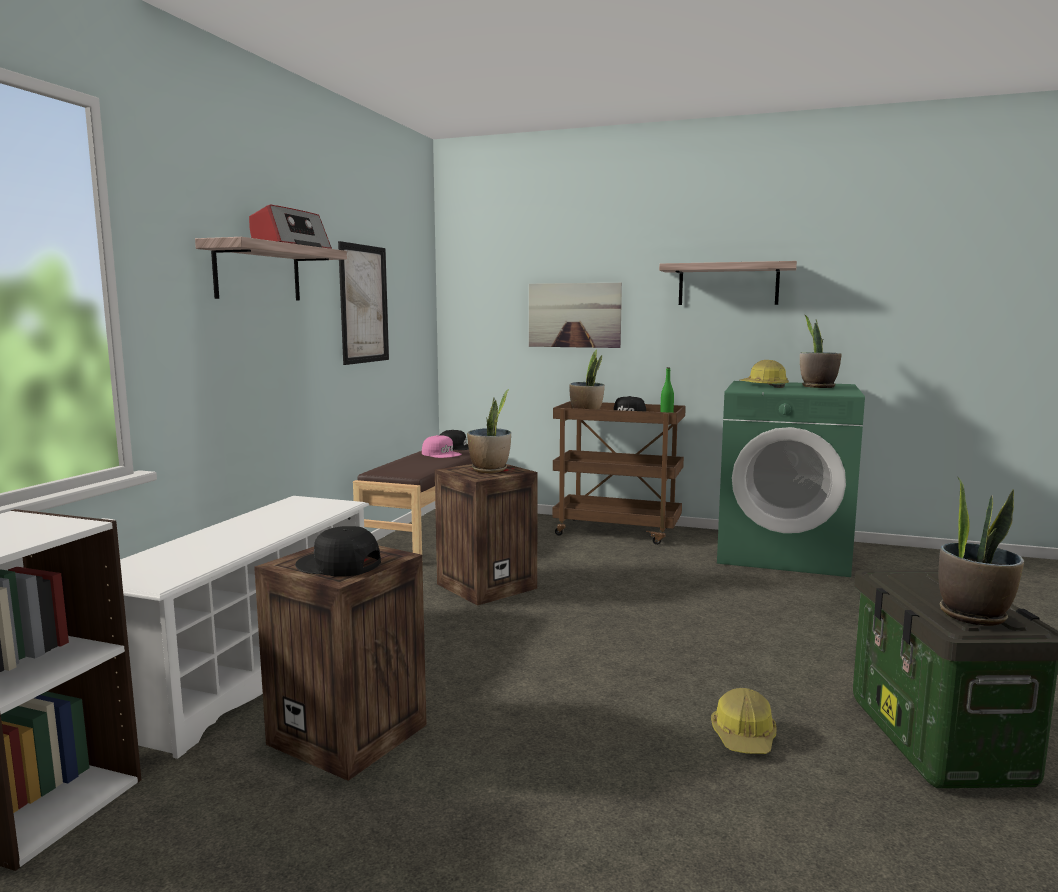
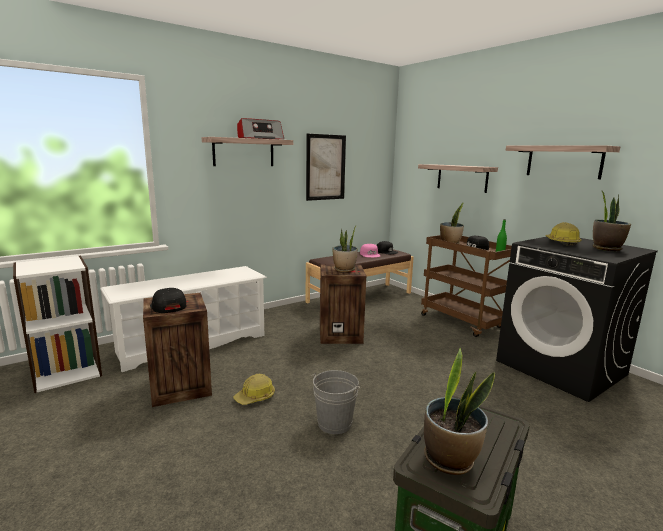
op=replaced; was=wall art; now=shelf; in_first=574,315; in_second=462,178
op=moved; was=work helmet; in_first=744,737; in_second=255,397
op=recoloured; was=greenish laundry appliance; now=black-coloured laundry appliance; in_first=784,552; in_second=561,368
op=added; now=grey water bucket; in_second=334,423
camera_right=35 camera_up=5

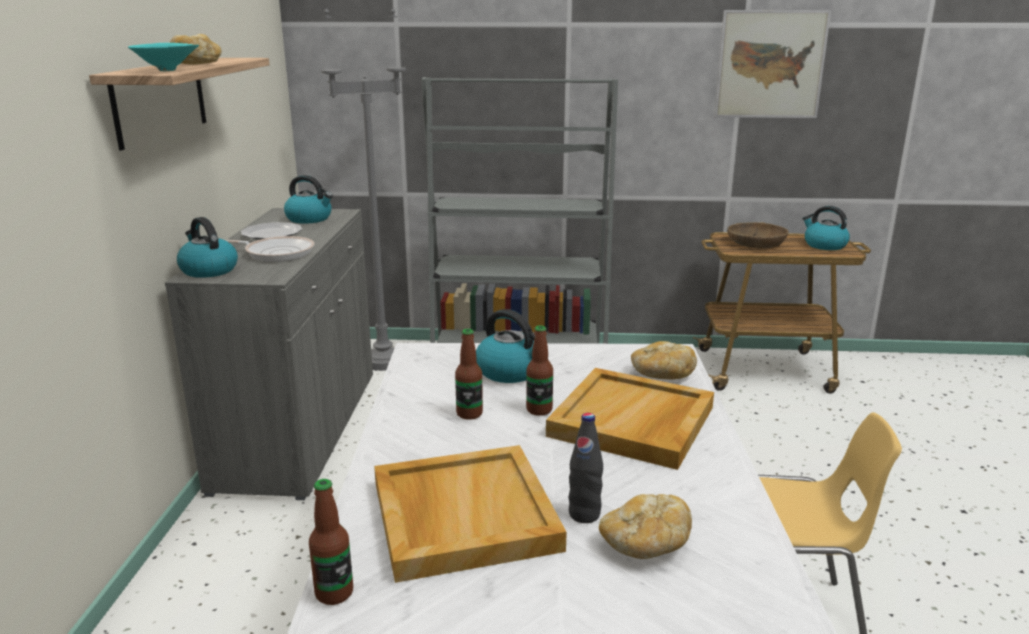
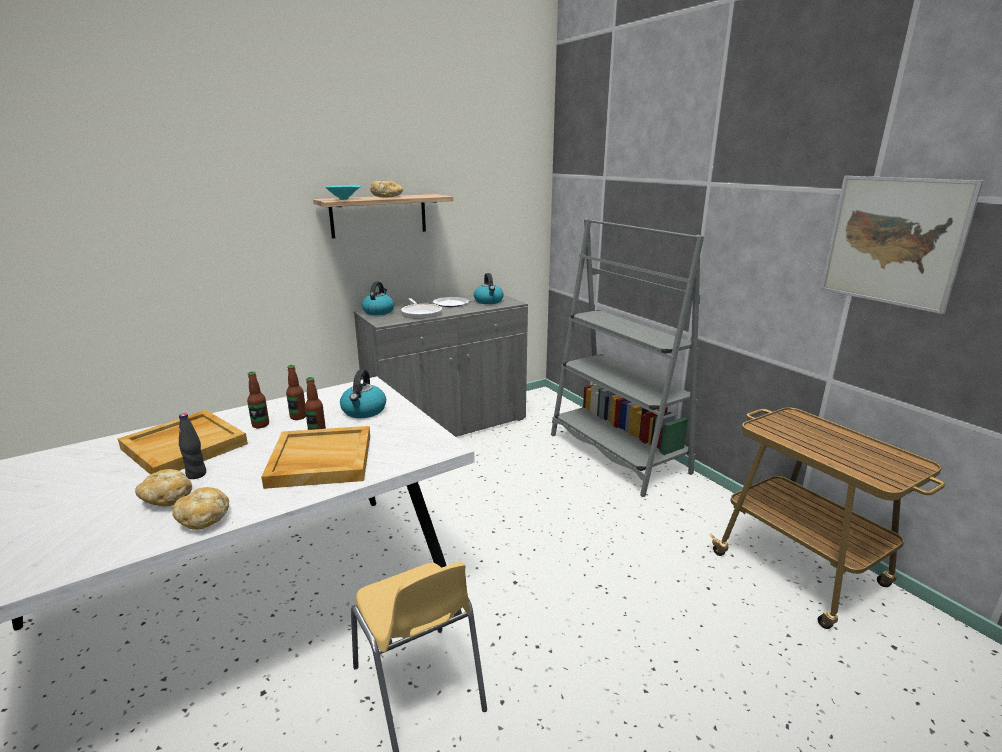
op=moved; was=bottle; in_first=334,593; in_second=260,425
op=removed; was=grey floor lamp; in_first=384,361
op=moved; was=baked bread; in_first=661,375; in_second=204,518
op=removed; was=brown bowl; in_first=755,243
op=removed; was=tea kettle; in_first=824,245
camera_right=55 camera_up=0

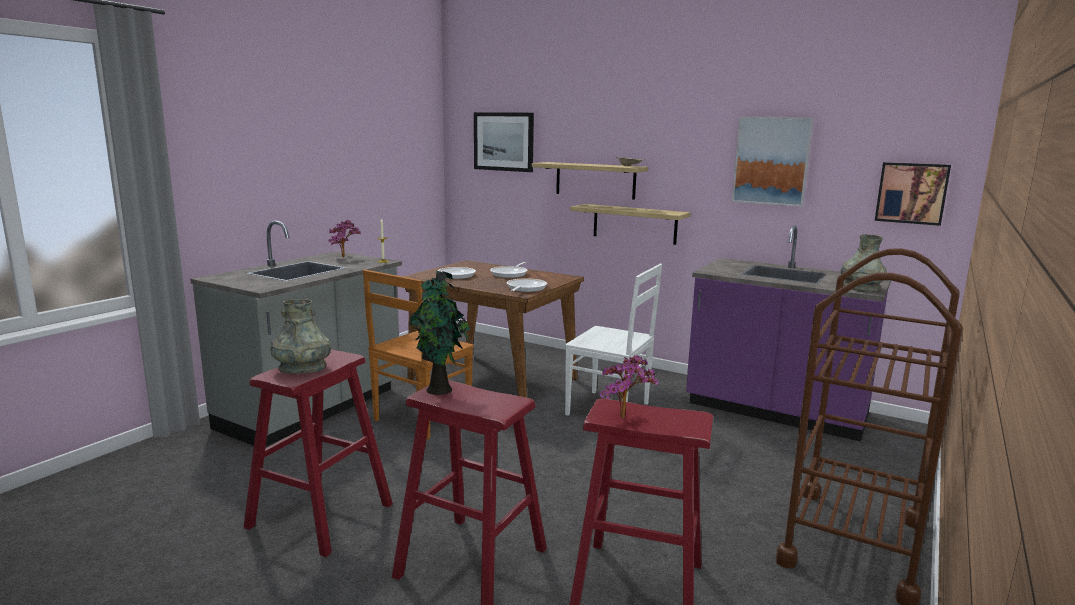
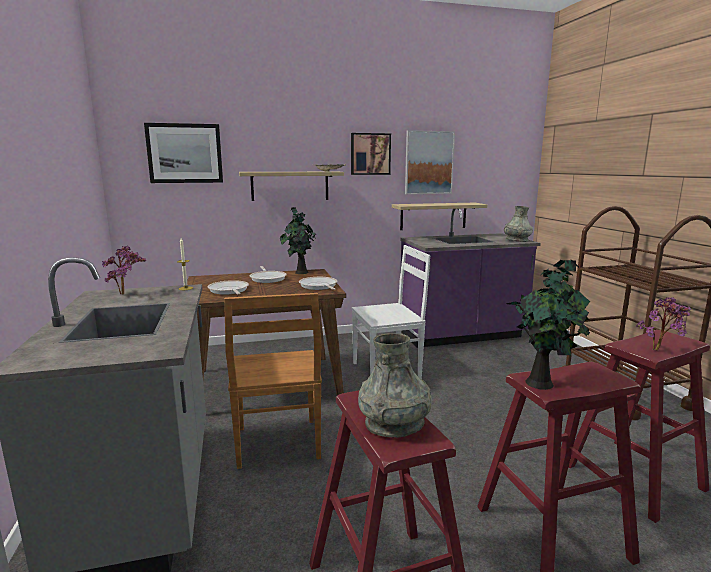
op=moved; was=shelf; in_first=634,224; in_second=433,216
op=moved; was=wall art; in_first=911,193; in_second=370,154
op=added; now=plant in a pot; in_second=300,272
camera_right=-45 camera_up=0

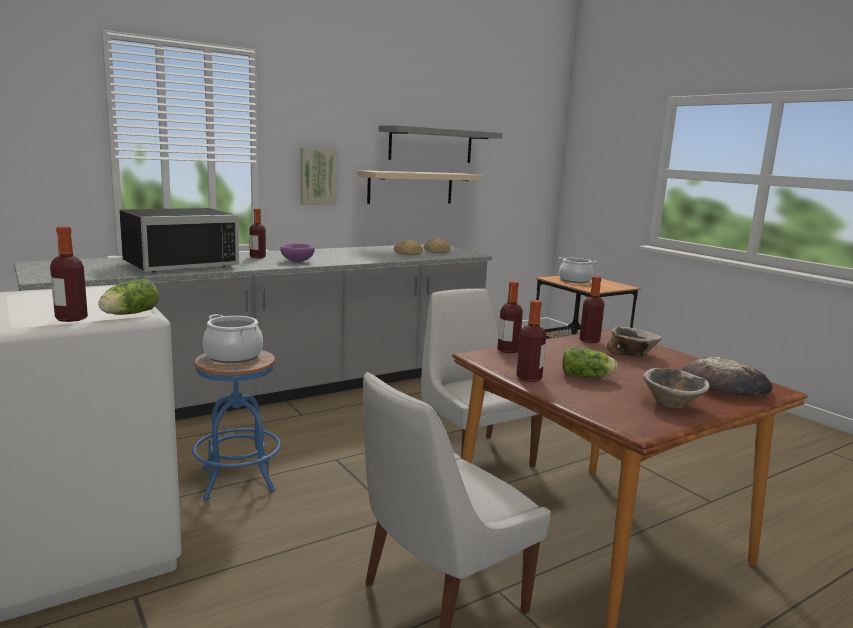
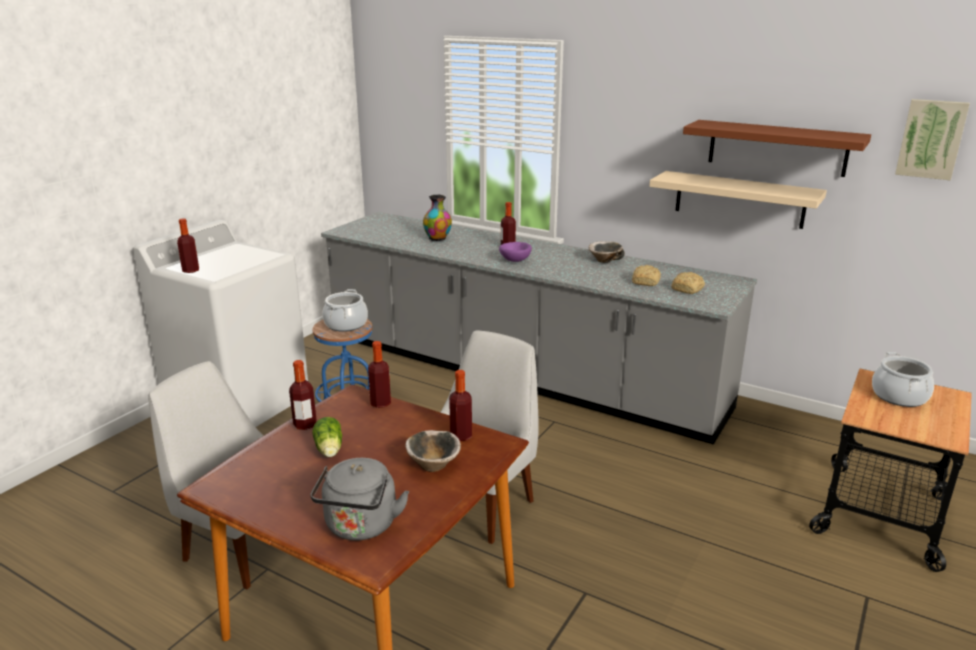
op=removed; was=lettuce head; in_first=128,314
op=replaced; was=black-coloured microwave; now=vase; in_first=179,264; in_second=438,239
op=moved; was=wall art; in_first=317,176; in_second=931,139
op=recoloured; was=grey shelf; now=brown shelf; in_first=431,145; in_second=777,148
op=moved; was=bowl; in_first=671,404; in_second=605,260
op=replaced; was=baked bread; now=grey tea kettle; in_first=724,386; in_second=360,527
camera_right=65 camera_up=10

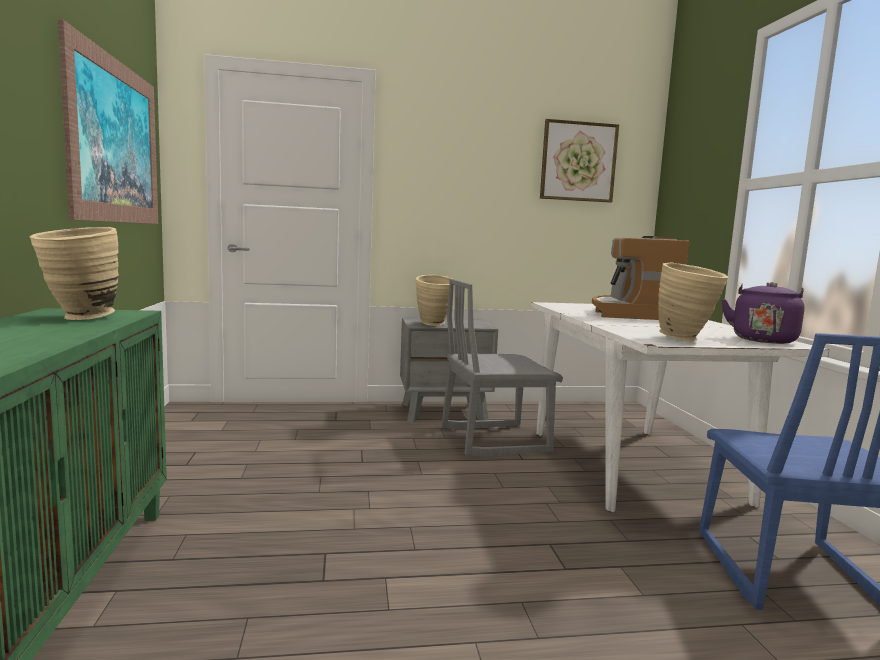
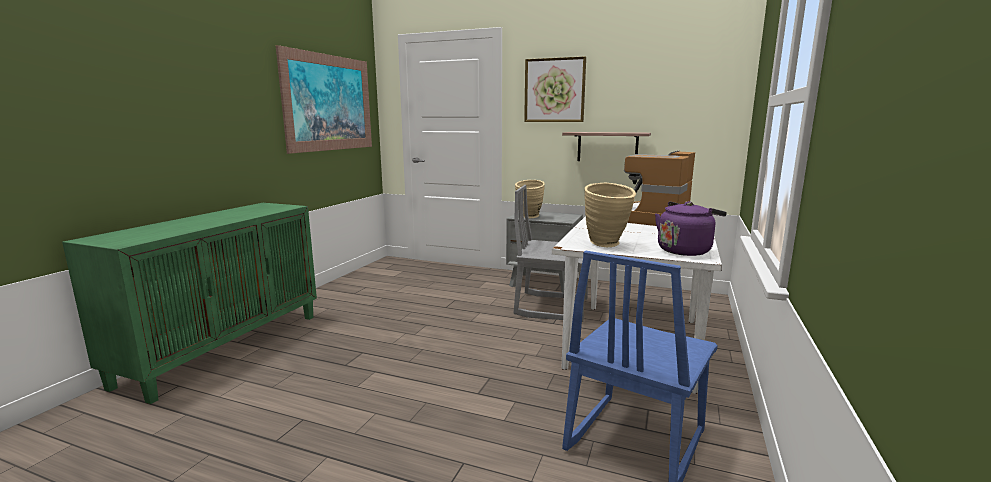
op=removed; was=beige-coloured vase; in_first=79,318
op=moved; was=wall art; in_first=578,161; in_second=554,90
op=added; now=shelf; in_second=607,147
camera_right=30 camera_up=5

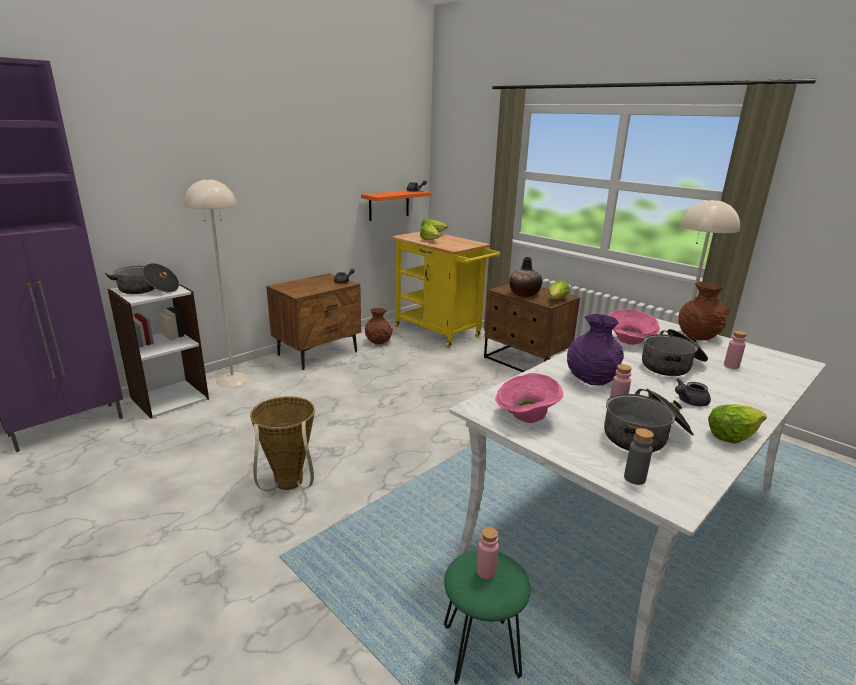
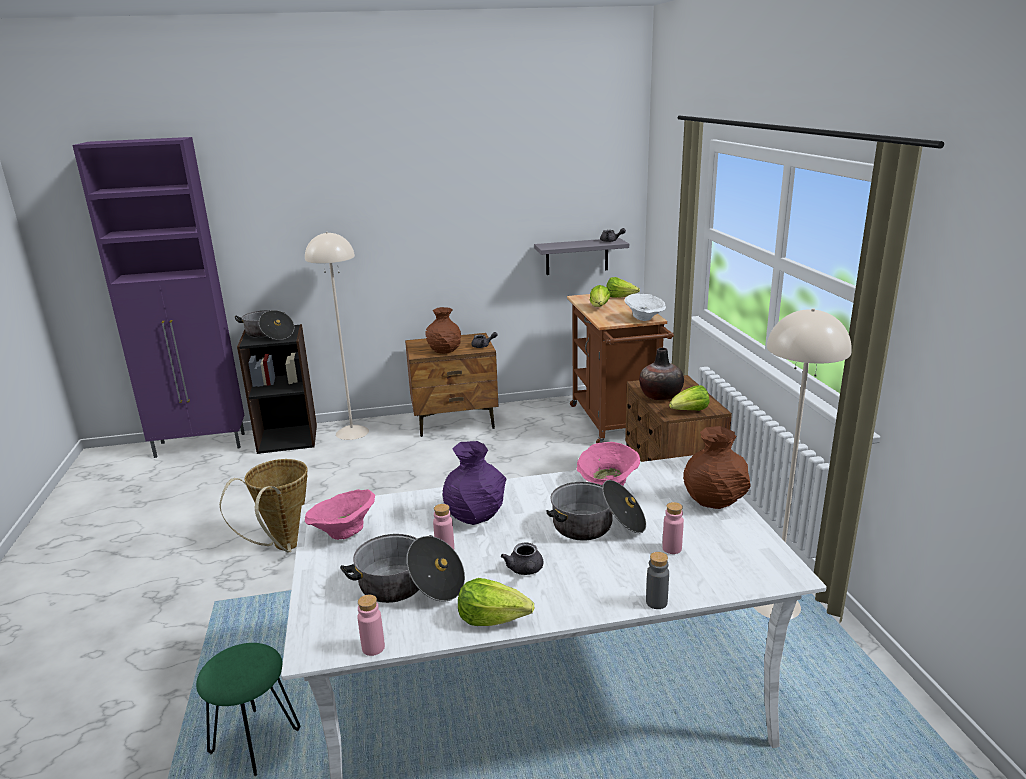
op=recoloured; was=whitish bookcase; now=black-coloured bookcase; in_first=169,398; in_second=288,438
op=recoloured; was=orange shelf; now=grey shelf; in_first=389,205; in_second=577,256
op=moved; was=brown vase; in_first=379,342; in_second=445,351
op=recoloured; was=yellow wheeled cart; now=brown wheeled cart; in_first=441,333; in_second=615,424
op=moved; was=pink bottle; in_first=486,571; in_second=373,648
op=moved; was=grey bottle; in_first=634,478; in_second=656,602
op=turned; was=grey tea pot; in_first=689,402; in_second=525,570; clockwise=-105
op=added; now=whitish bowl; in_second=644,319
camera_right=35 camera_up=0

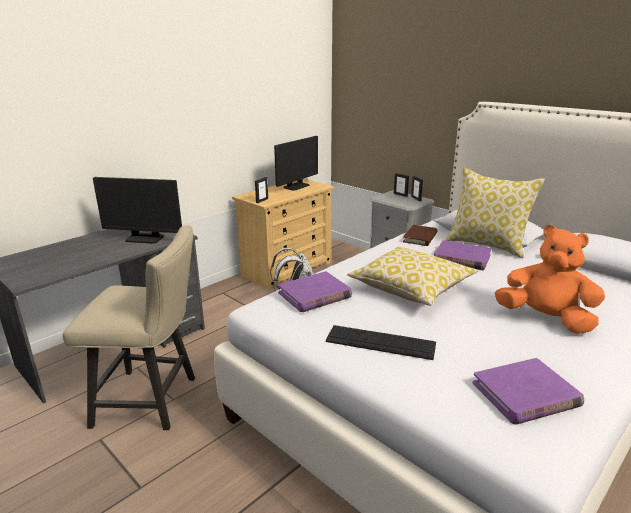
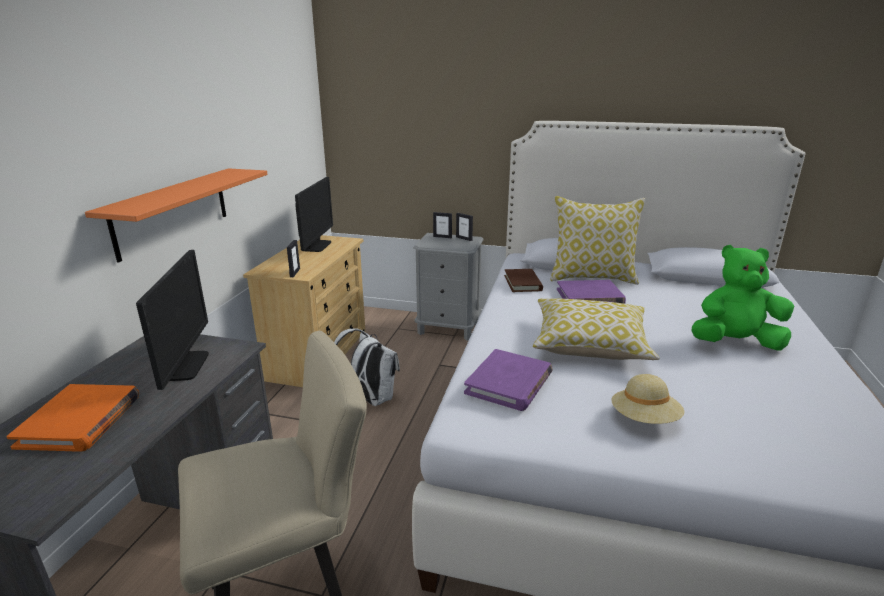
op=turned; was=computer display; in_first=145,238; in_second=184,366; clockwise=-75
op=replaced; was=computer keyboard; now=beige-coloured hat; in_first=380,342; in_second=644,419
op=removed; was=purple bound book; in_first=525,395
op=recoloured; was=orange cuddly toy; now=greenish cuddly toy; in_first=545,319; in_second=734,343
op=added; now=orange bound book; in_second=80,421
op=added; now=orange shelf; in_second=172,211
camera_right=-30 camera_up=0

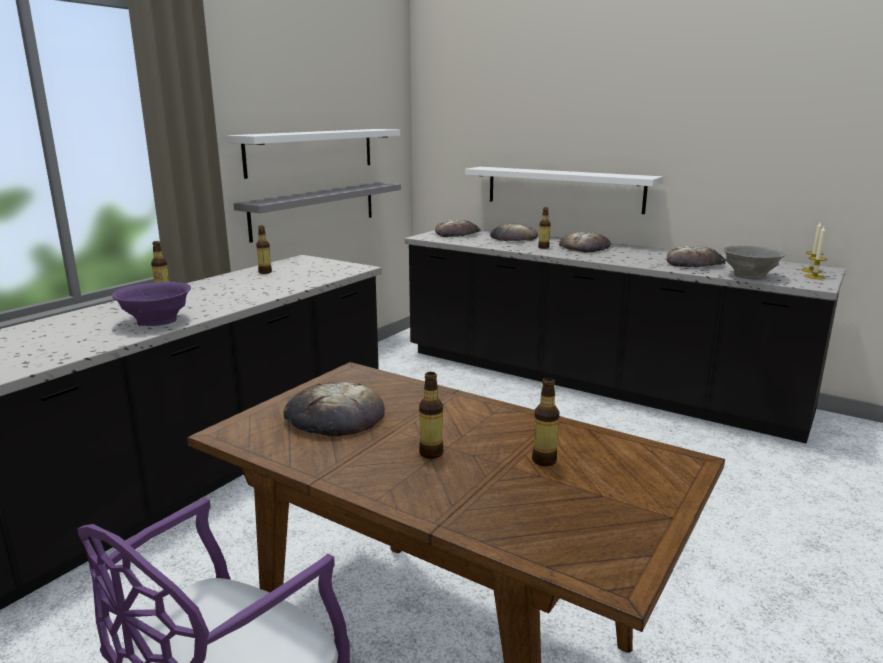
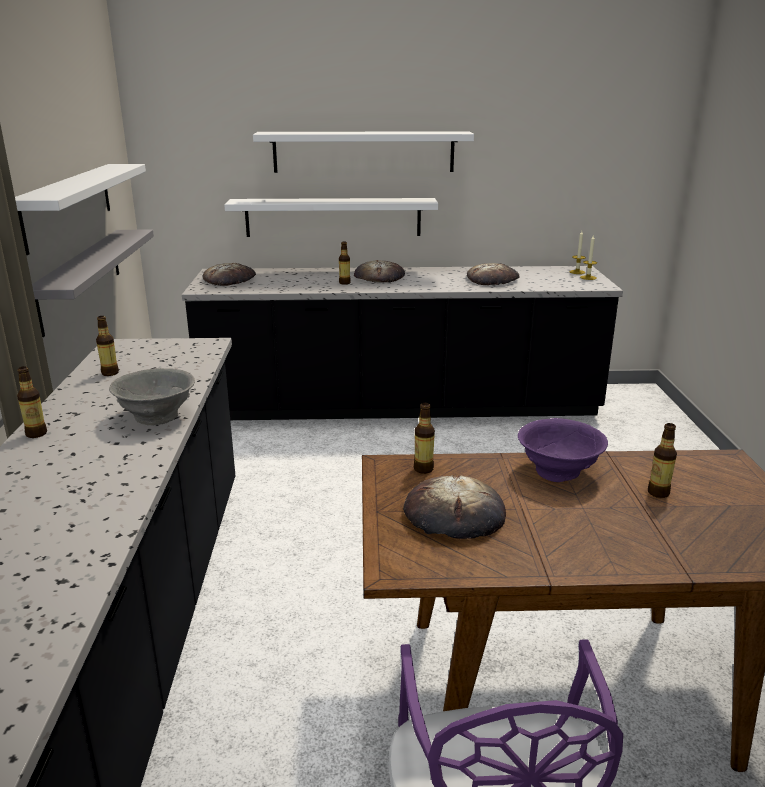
op=moved; was=purple bowl; in_first=157,322; in_second=558,472
op=moved; was=bottle; in_first=431,453; in_second=423,469
op=removed; was=baked bread; in_first=513,238
op=moved; was=grey bowl; in_first=749,276; in_second=156,416
op=added; now=whitish shelf; in_second=363,152
camera_right=-35 camera_up=5

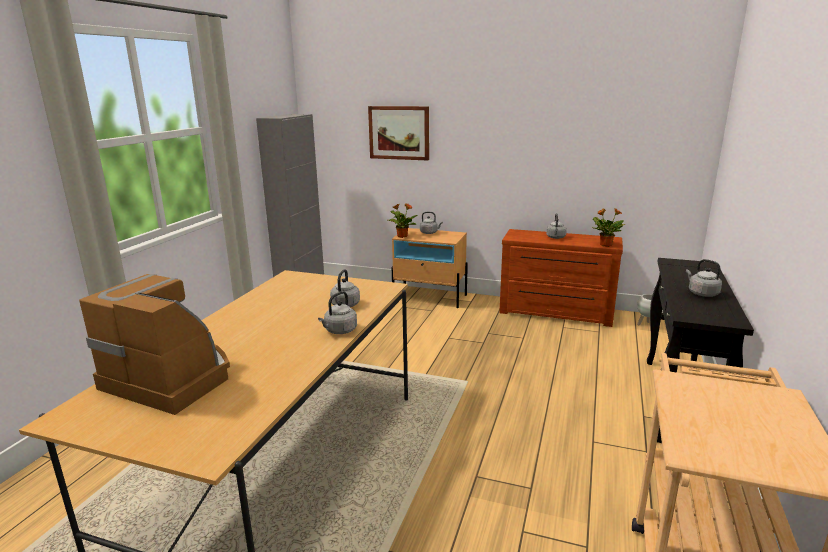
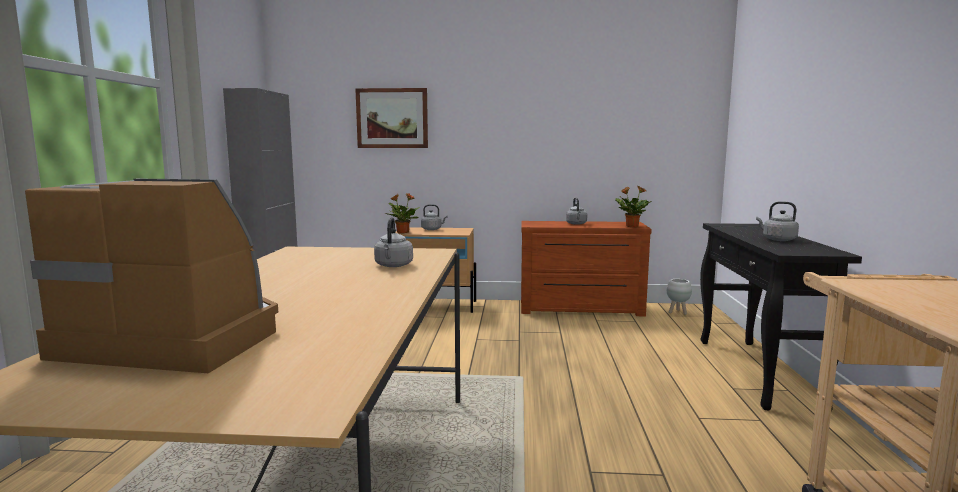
op=removed; was=grey tea kettle; in_first=339,331
camera_right=-15 camera_up=-10

